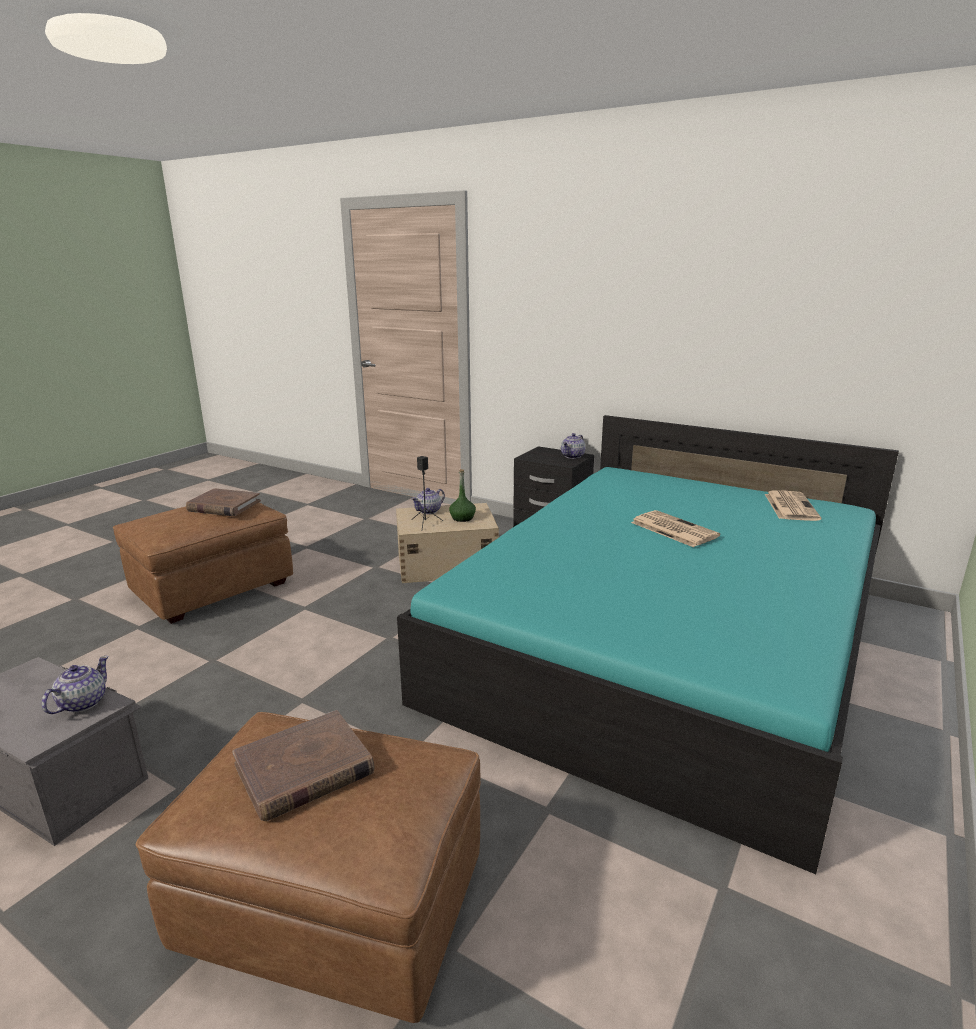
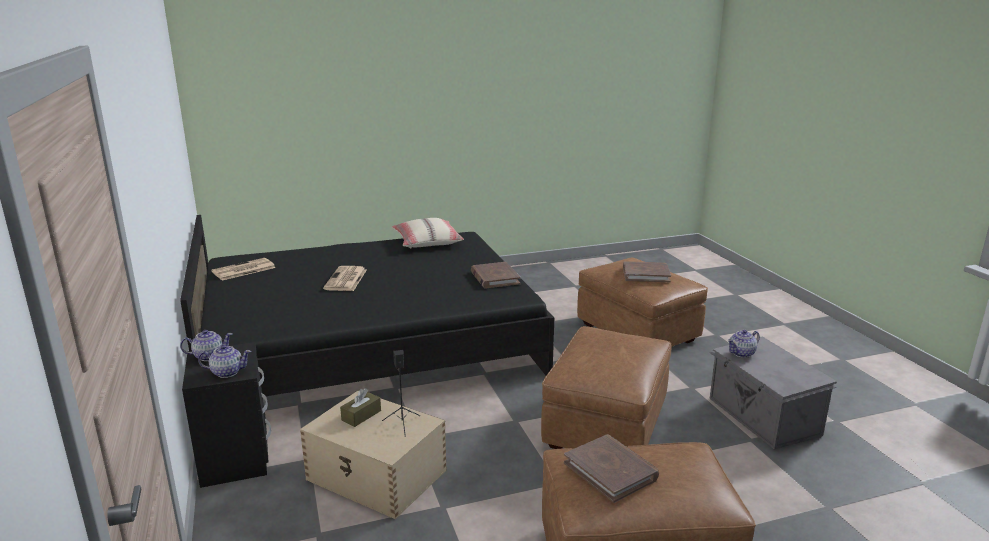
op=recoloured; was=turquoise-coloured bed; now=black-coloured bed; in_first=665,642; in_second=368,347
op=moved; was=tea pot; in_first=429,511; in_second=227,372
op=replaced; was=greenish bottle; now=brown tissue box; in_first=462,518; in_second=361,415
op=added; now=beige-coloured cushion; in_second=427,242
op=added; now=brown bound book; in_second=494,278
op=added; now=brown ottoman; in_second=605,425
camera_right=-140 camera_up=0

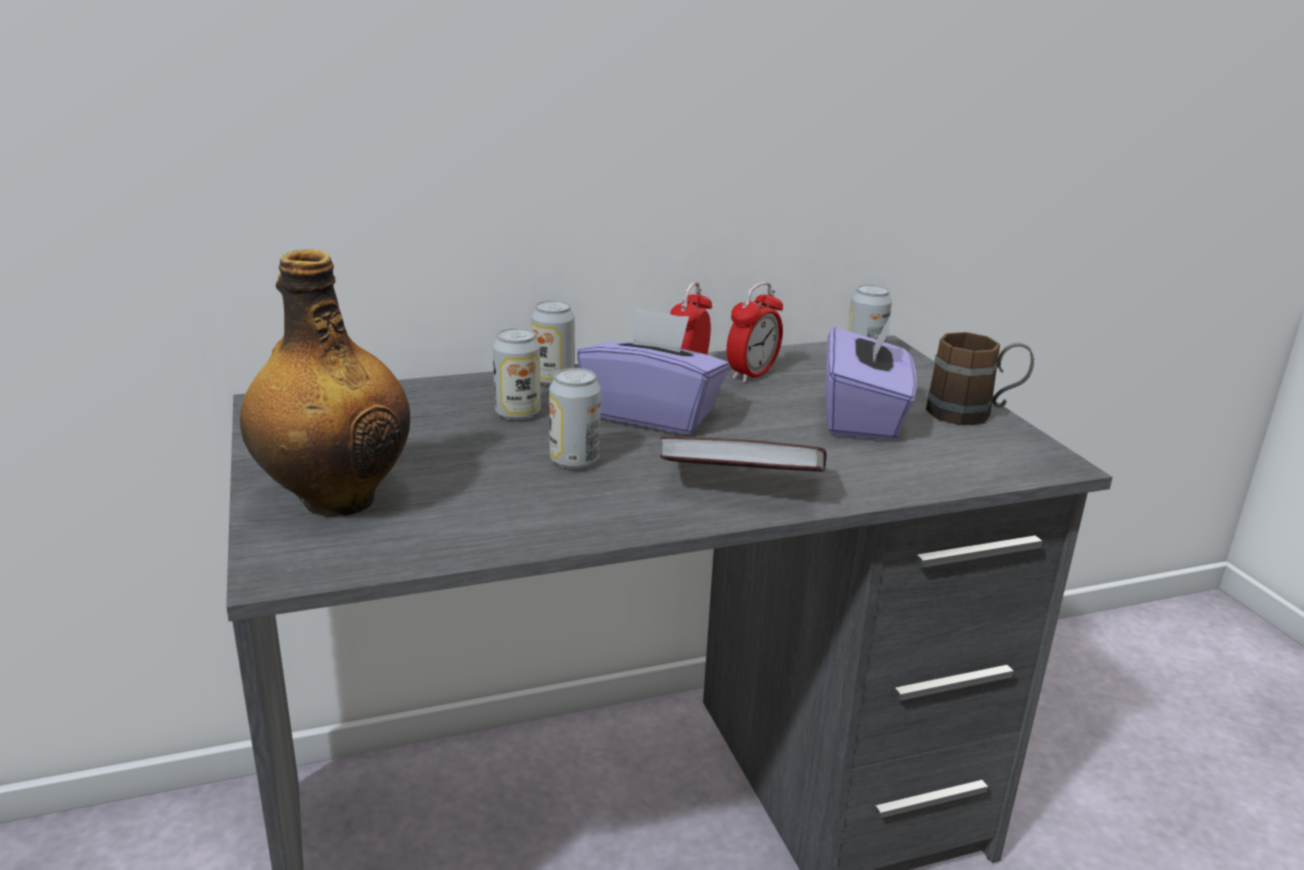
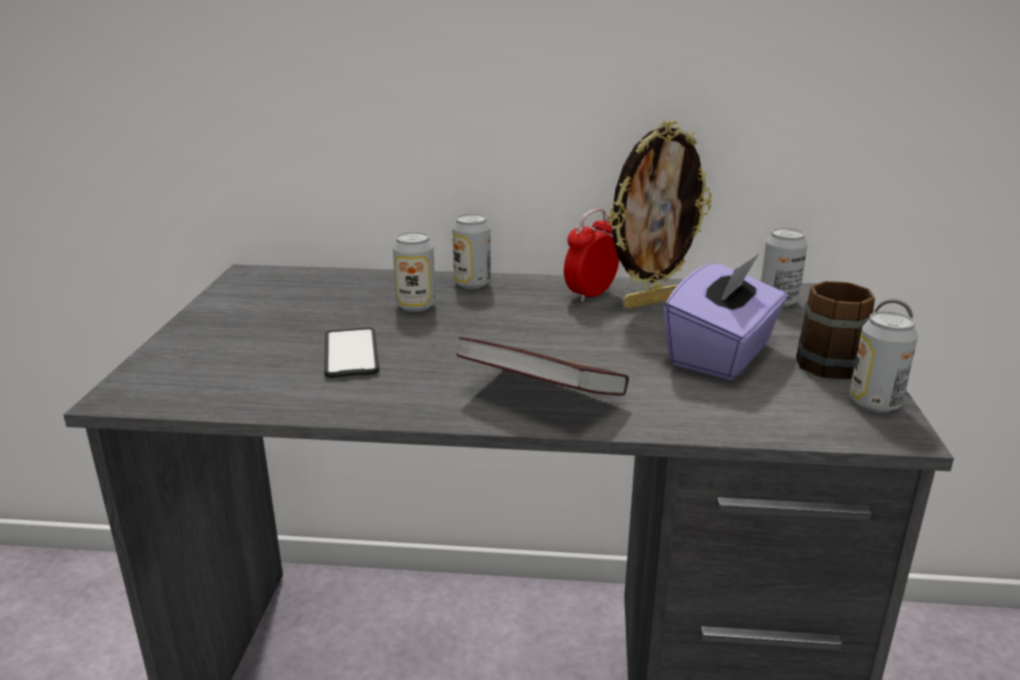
op=removed; was=bottle; in_first=336,498
op=moved; was=can; in_first=574,460; in_second=874,403
op=removed; was=purple tissue box; in_first=652,414
op=replaced; was=bedside clock; now=picture frame; in_first=752,374; in_second=651,301
op=added; now=telephone; in_second=351,354
camera_right=25 camera_up=0

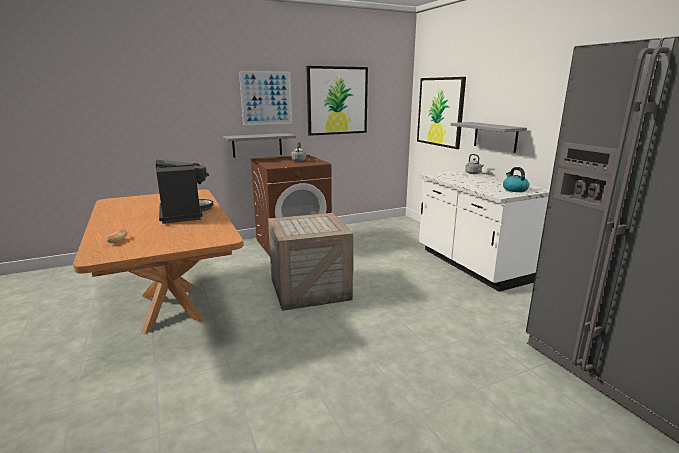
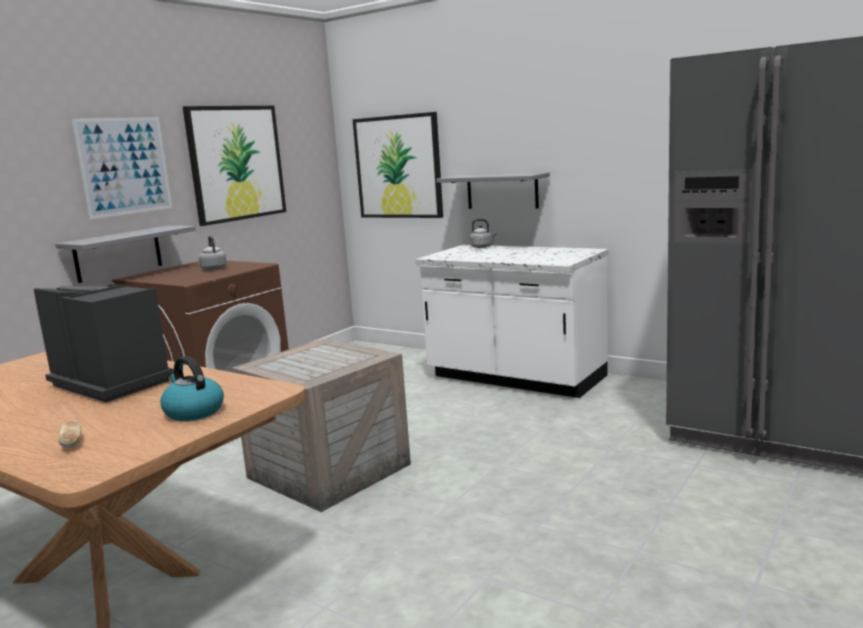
op=moved; was=tea kettle; in_first=514,189; in_second=193,412
camera_right=-30 camera_up=-5

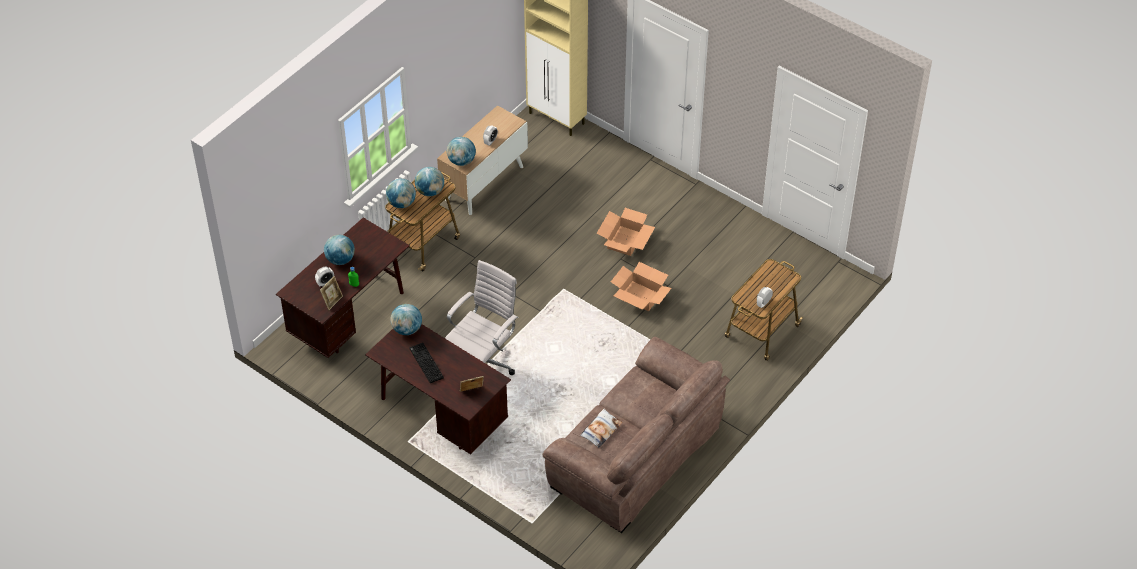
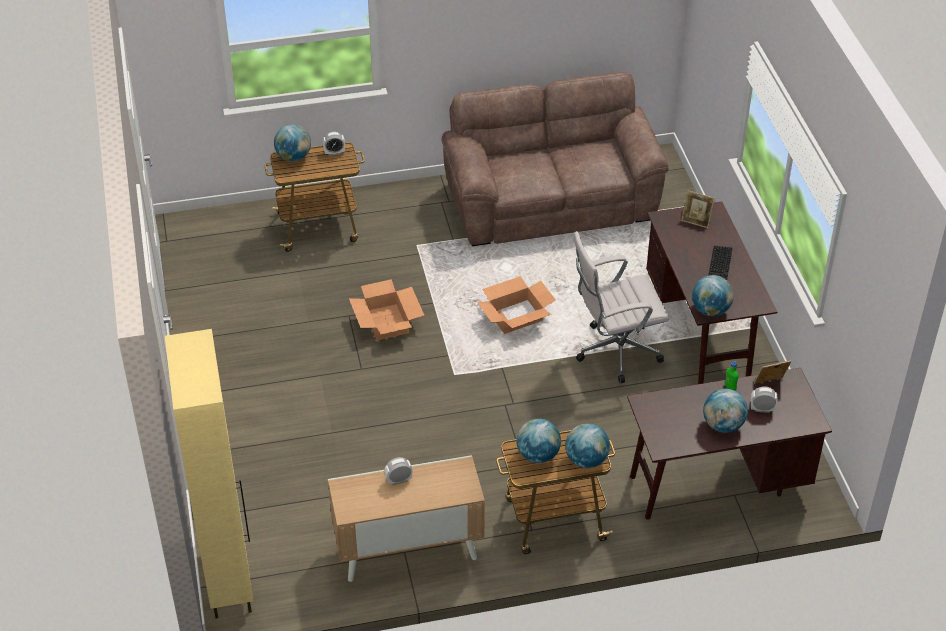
op=moved; was=globe; in_first=461,161; in_second=293,157
op=removed; was=cushion; in_first=601,430
op=moved; was=carton; in_first=625,241; in_second=516,317
camera_right=-140 camera_up=-5

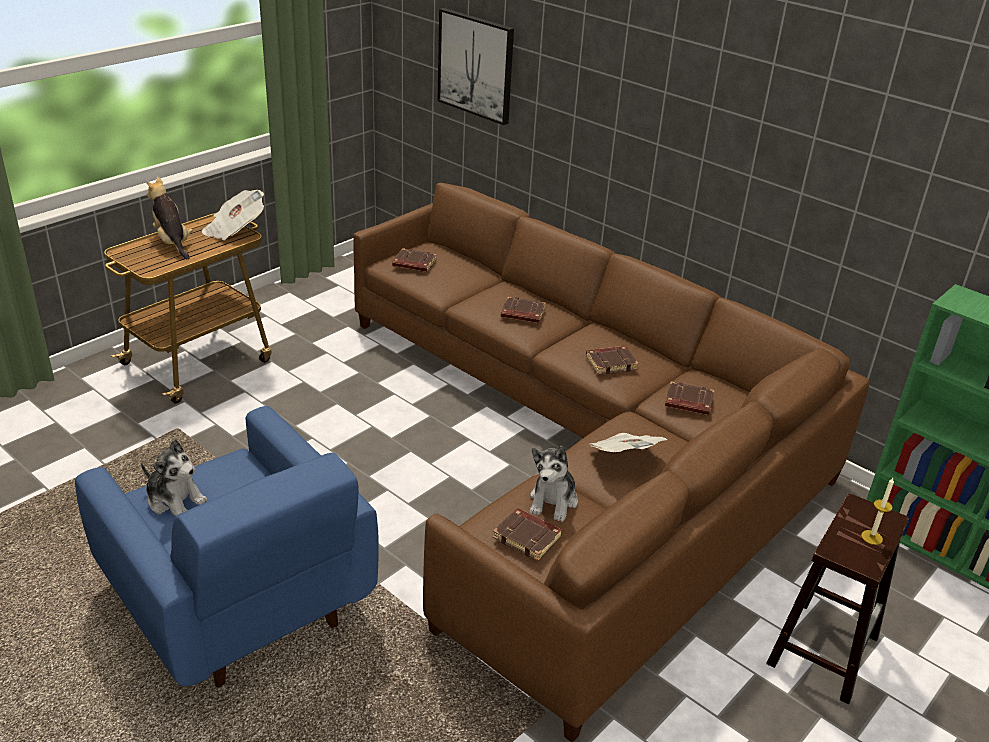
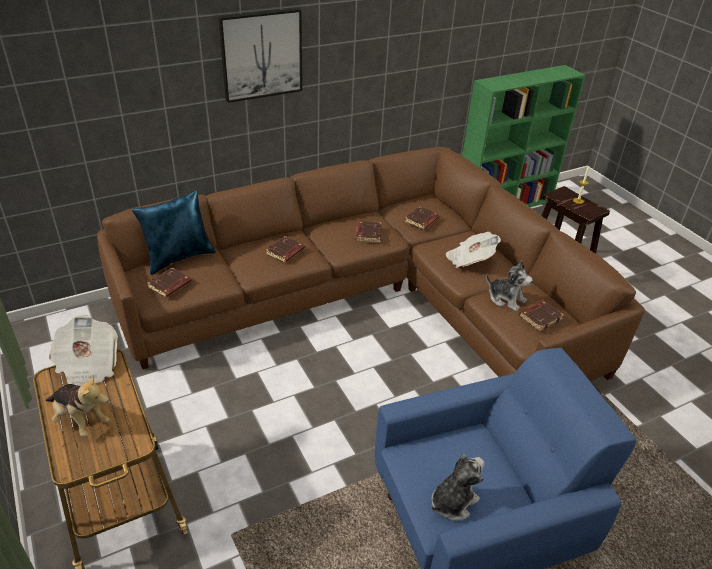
op=turned; was=cuddly toy; in_first=172,243; in_second=80,419; clockwise=-135
op=moved; was=wall art; in_first=476,65; in_second=261,55
op=added; now=blue cushion; in_second=179,257
camera_right=-70 camera_up=5

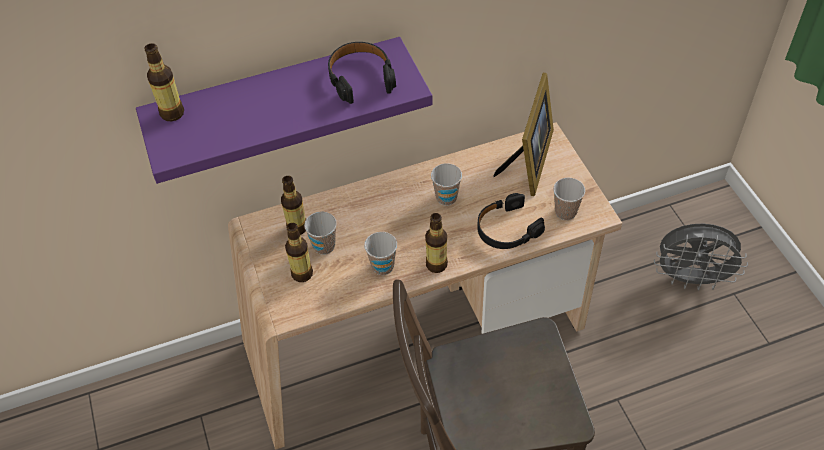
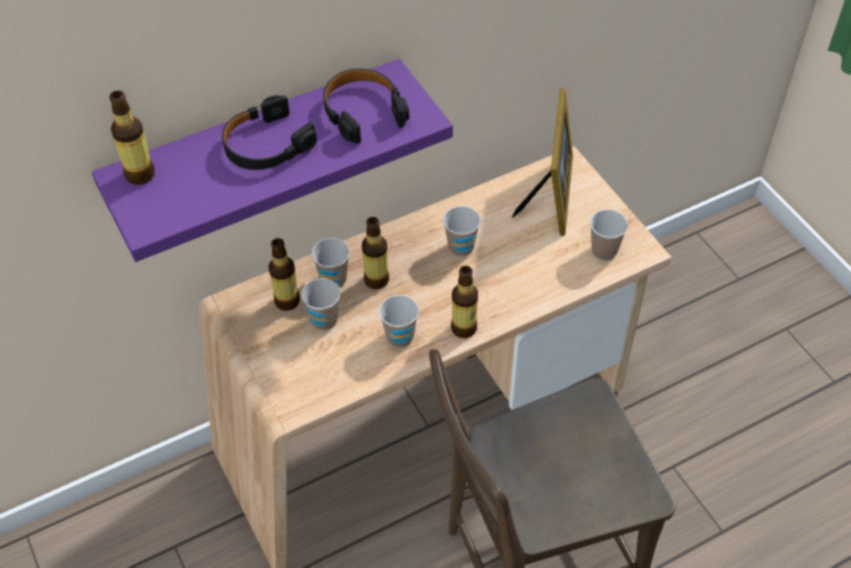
op=moved; was=bottle; in_first=302,274; in_second=376,280
op=moved; was=black-coloured headphones; in_first=507,229; in_second=266,145
op=removed; was=grey cooling fan; in_first=691,279
op=added; now=drinking cup; in_second=333,279
camera_right=-10 camera_up=0

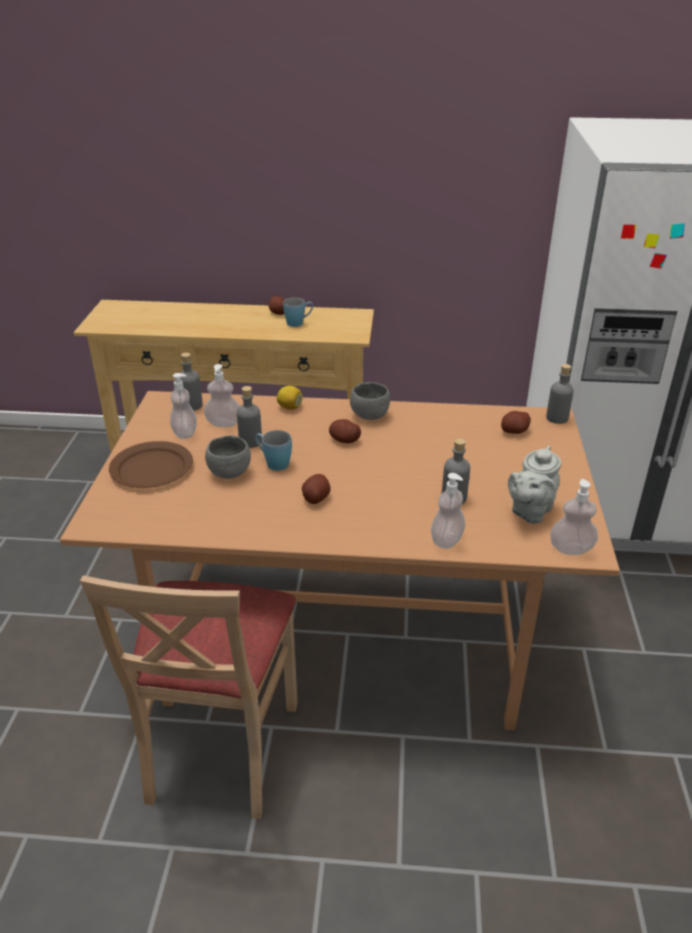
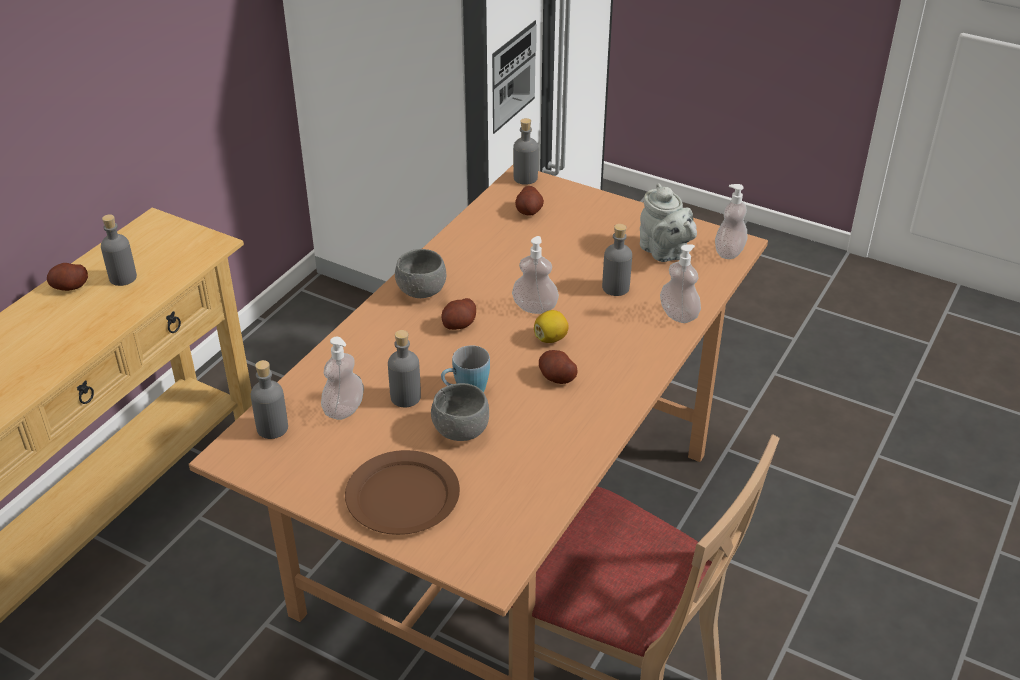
op=moved; was=liquid soap bottle; in_first=185,433; in_second=535,307
op=moved; was=whole lemon; in_first=290,407; in_second=551,338
op=replaced; was=blue mug; now=grey bottle; in_first=299,323; in_second=123,277
camera_right=-65 camera_up=5

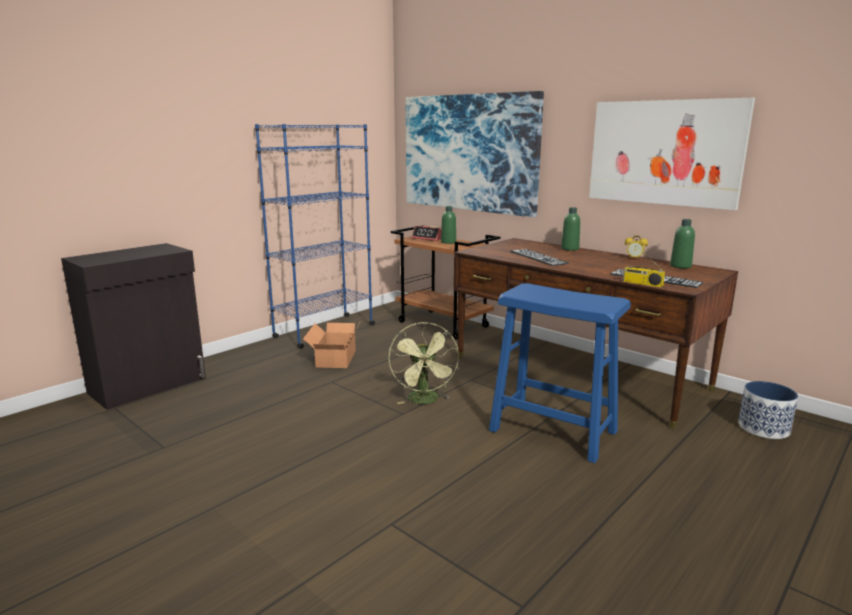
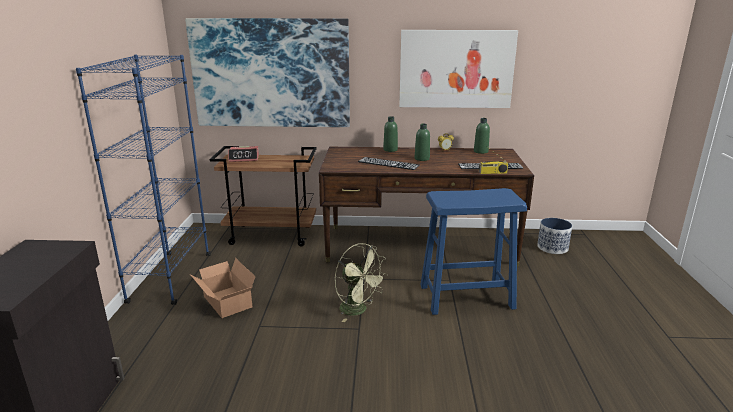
op=moved; was=greenish bottle; in_first=448,242; in_second=422,159
camera_right=-40 camera_up=5

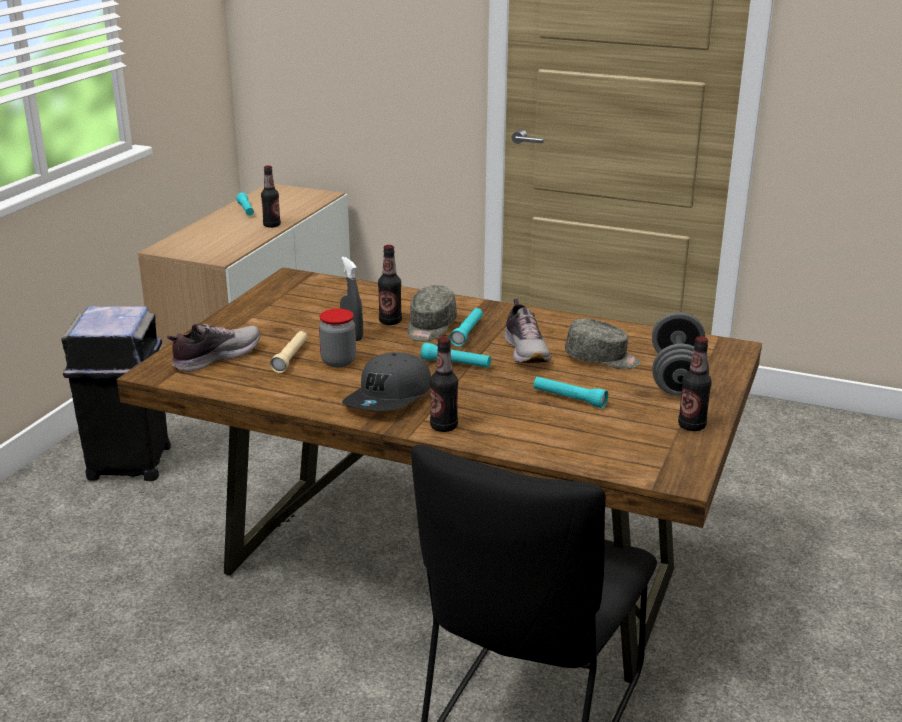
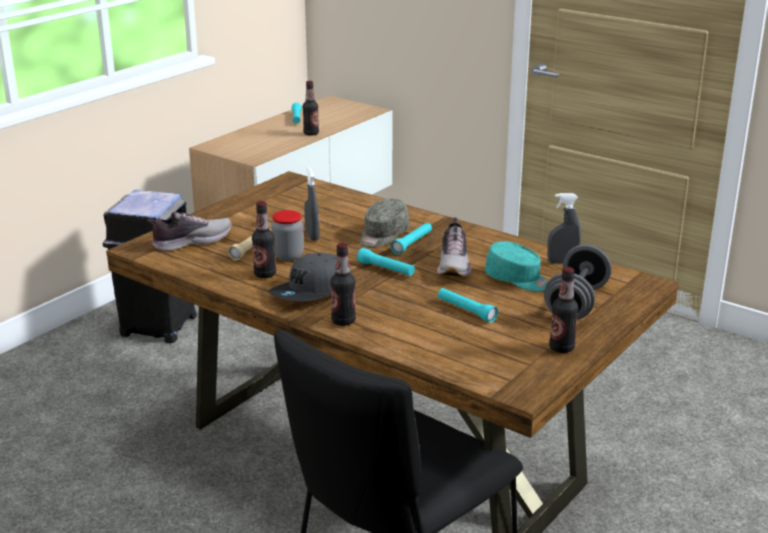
op=moved; was=bottle; in_first=390,321; in_second=265,274
op=recoloured; was=grey baseball cap; now=turquoise-coloured baseball cap; in_first=602,359; in_second=517,280
op=added; now=grey hand sprayer; in_second=562,262
camera_right=15 camera_up=0

